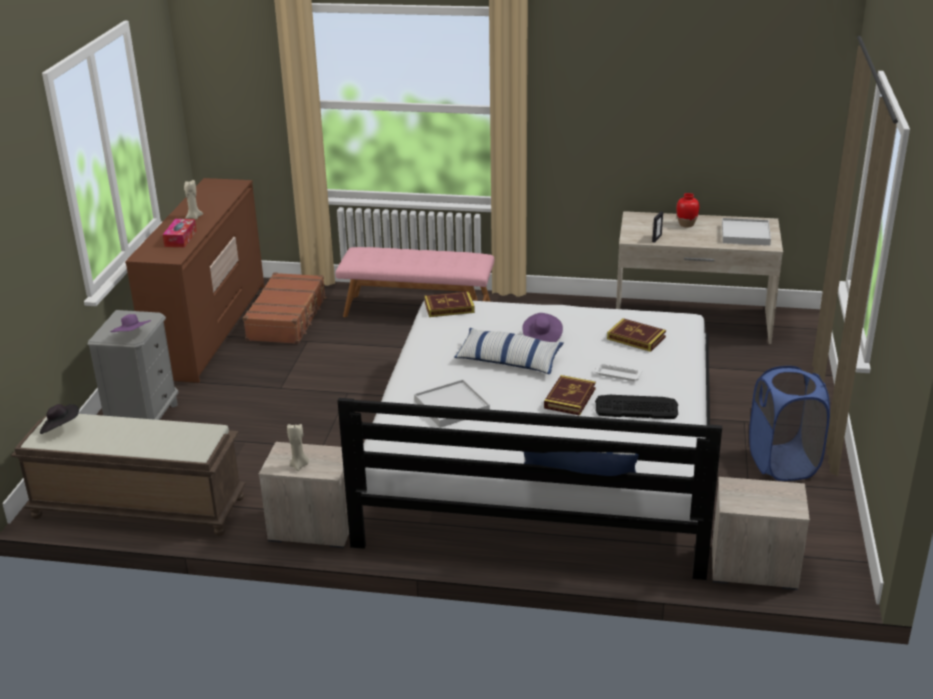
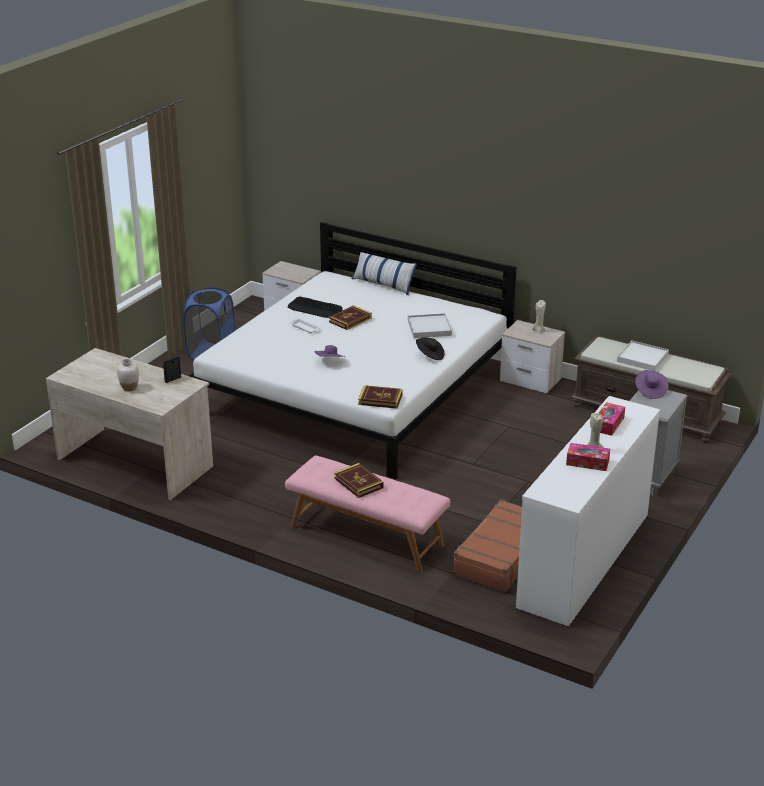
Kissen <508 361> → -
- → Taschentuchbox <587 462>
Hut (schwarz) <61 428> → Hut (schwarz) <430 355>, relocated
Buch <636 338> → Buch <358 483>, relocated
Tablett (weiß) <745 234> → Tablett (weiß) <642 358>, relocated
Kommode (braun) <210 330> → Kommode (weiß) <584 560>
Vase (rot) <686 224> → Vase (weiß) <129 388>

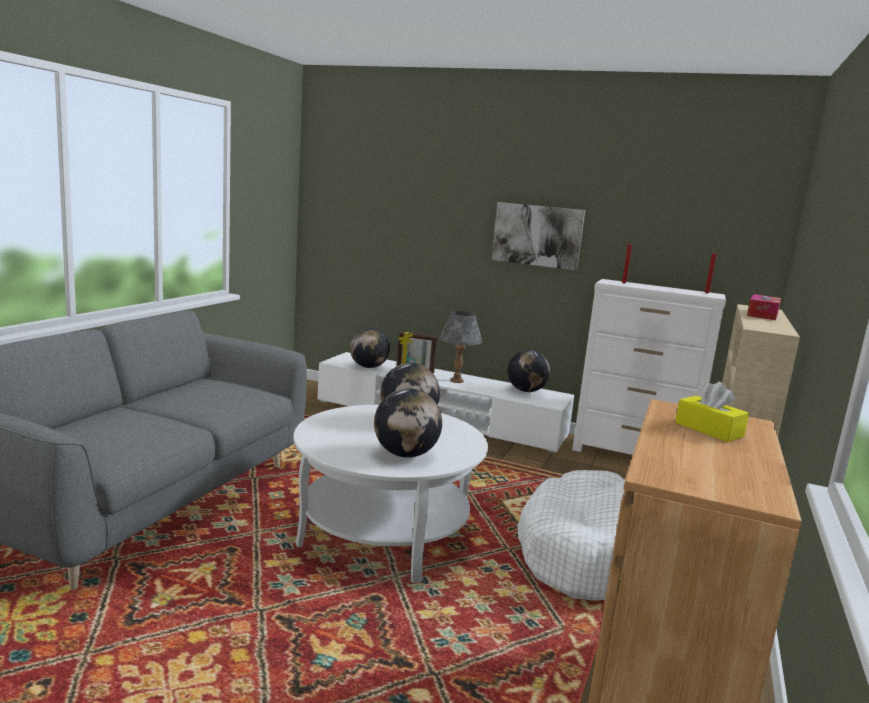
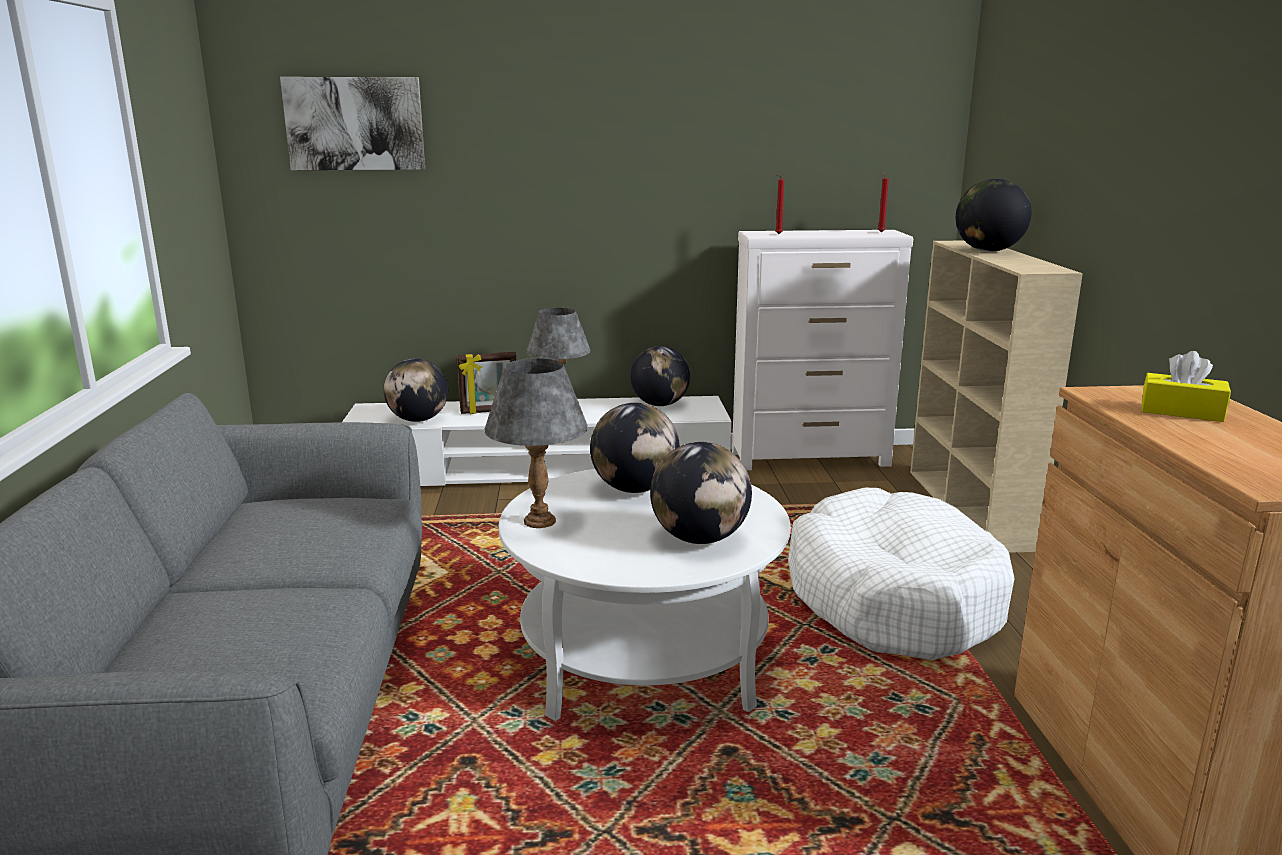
- → Tischlampe (grau) <539 521>
Bild <537 235> → Bild <355 124>, relocated
Taschentuchbox <762 315> → Globus <988 251>

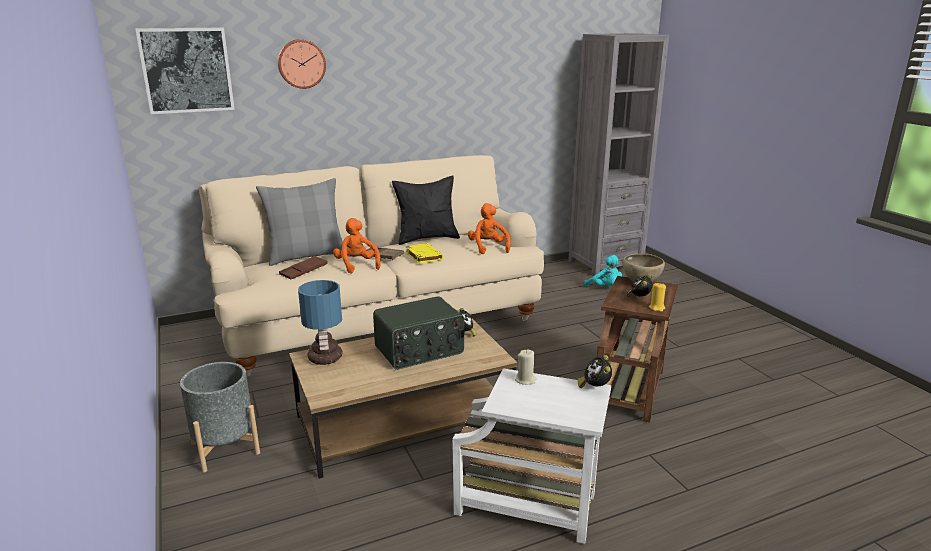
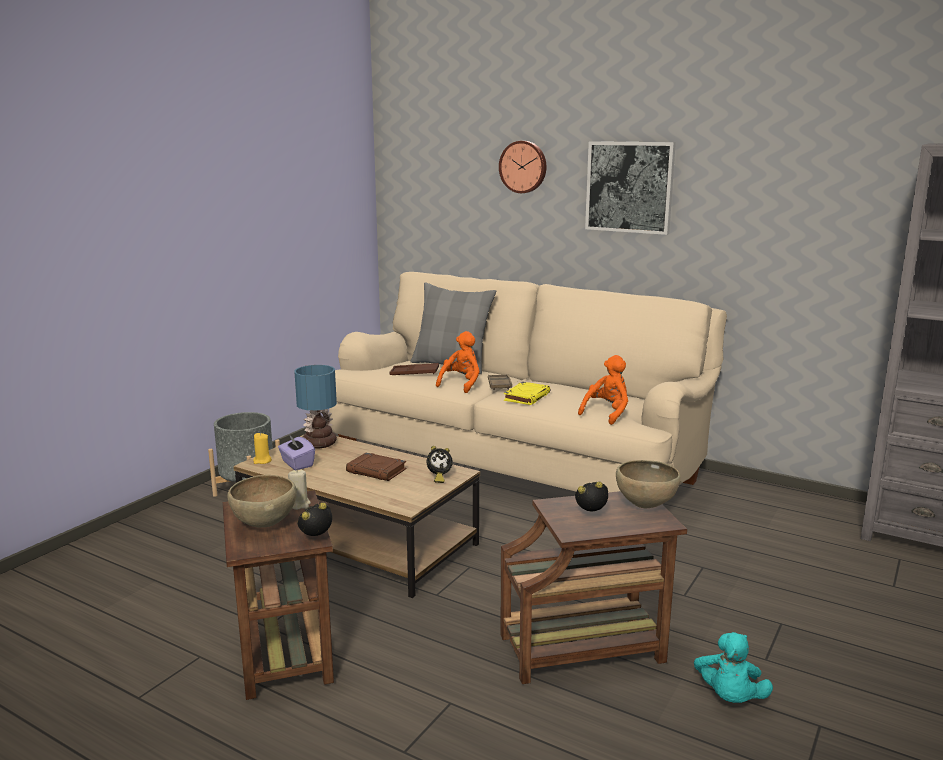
Kissen (schwarz) <427 238> → -
- → Schüssel (braun) <264 524>
- → Taschentuchbox (lila) <297 464>
Bild <187 70> → Bild <629 187>, relocated
Plüschtier (türkis) <605 288> → Plüschtier (türkis) <729 697>, relocated
Kerze (gelb) <657 308> → Kerze (gelb) <262 461>, relocated
Radio <420 351> → Buch (braun) <377 471>
Beistelltisch (weiß) <529 506> → Beistelltisch (braun) <283 650>

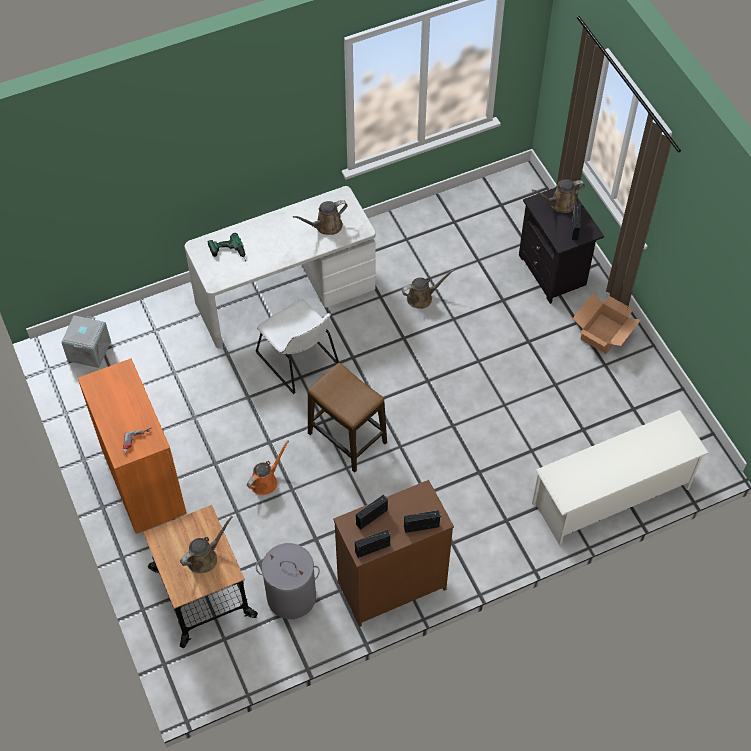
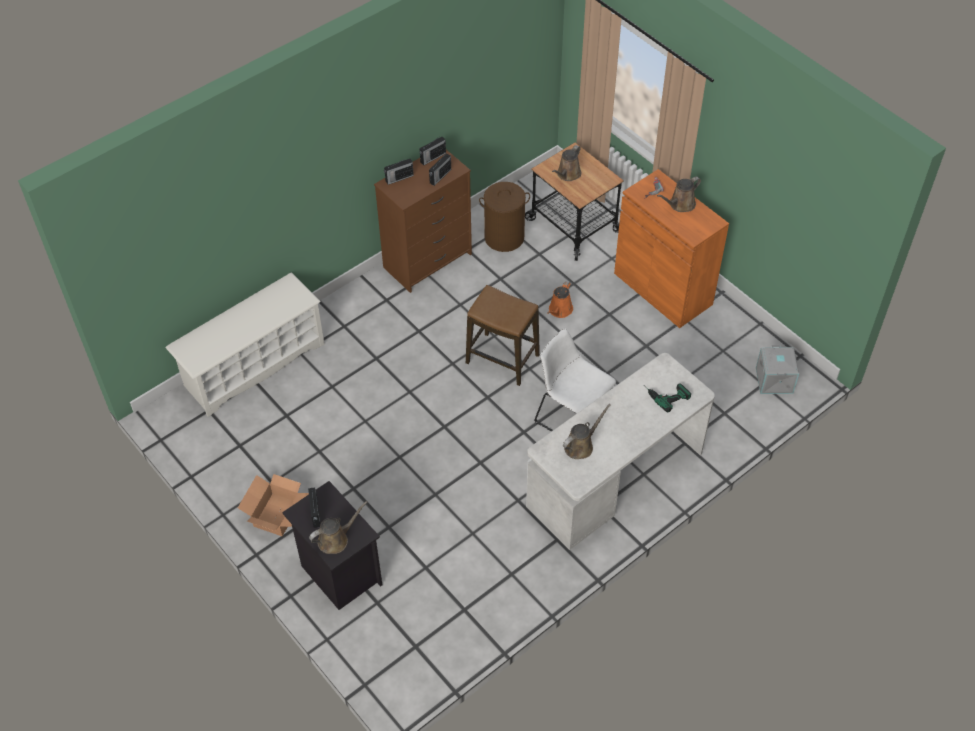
Gießkanne (braun) <422 297> → Gießkanne (braun) <680 205>, relocated
Wäschekorb (grau) <291 596> → Wäschekorb (braun) <504 237>

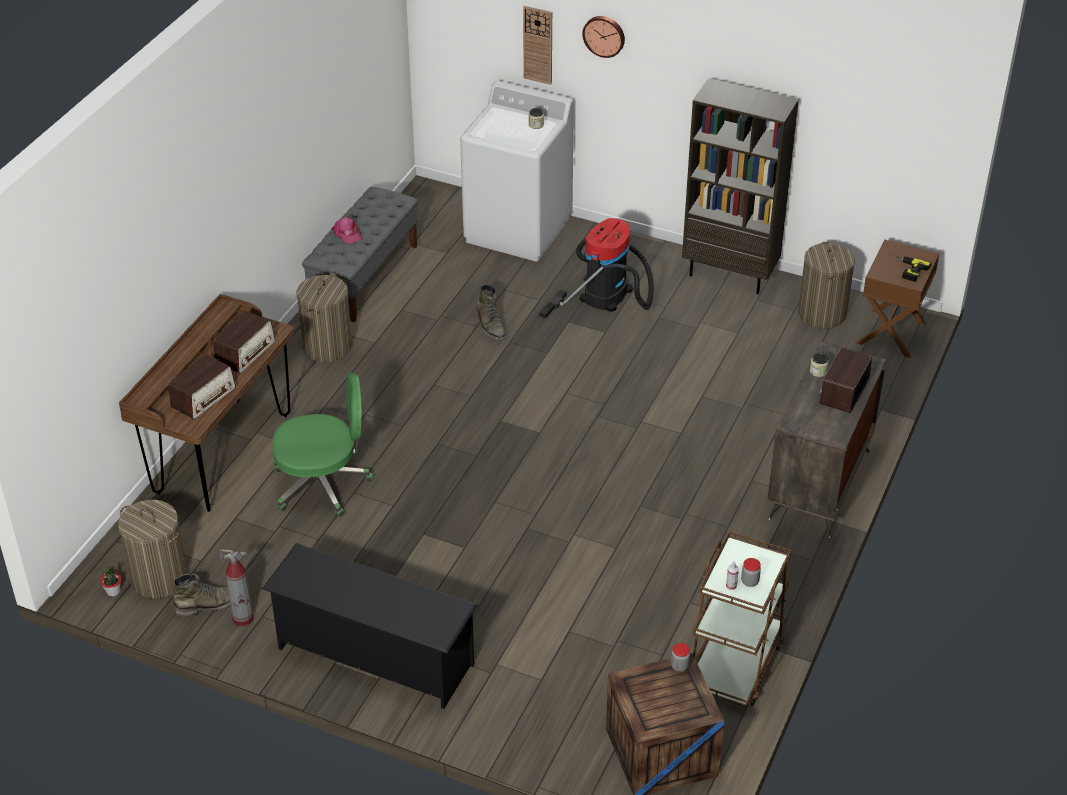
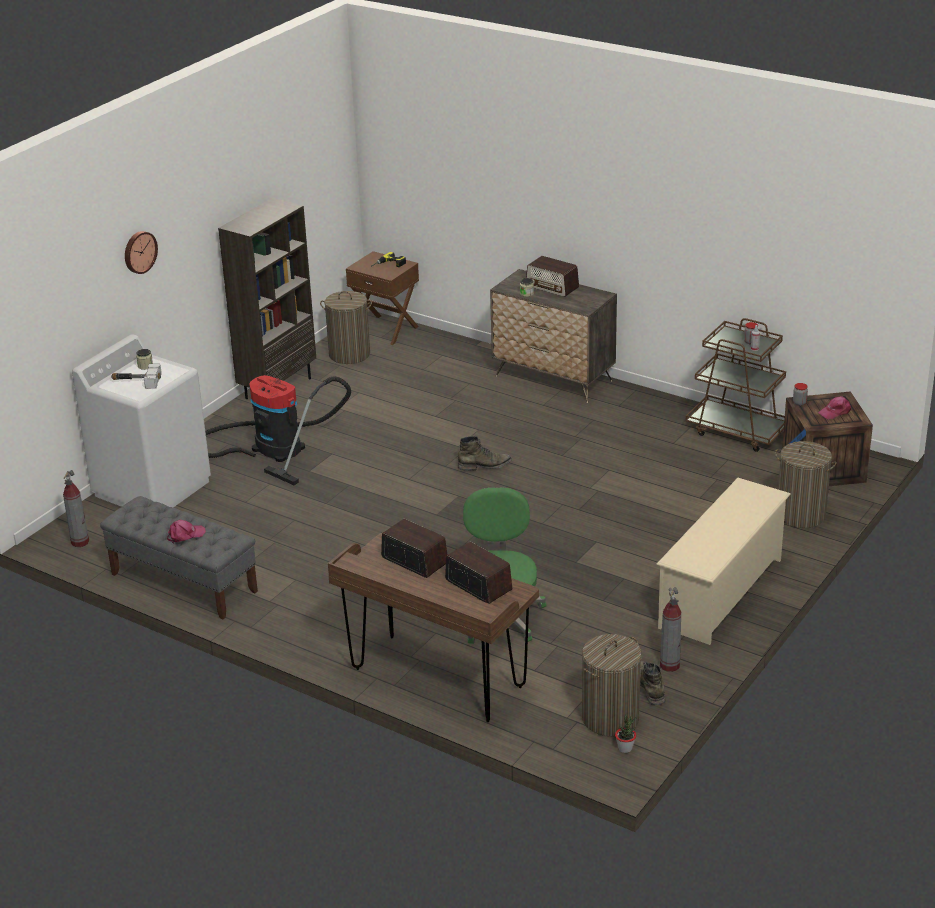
Wanduhr <538 45> → -
- → Feuerlöscher <80 542>
- → Hammer <136 381>
- → Kappe (rosa) <835 412>
Wäschekorb <327 347> → Wäschekorb <800 515>, relocated
Stiefel (grün) <490 325> → Stiefel (grün) <484 465>, relocated
Schuhregal (schwarz) <374 656> → Schuhregal (beige) <721 593>

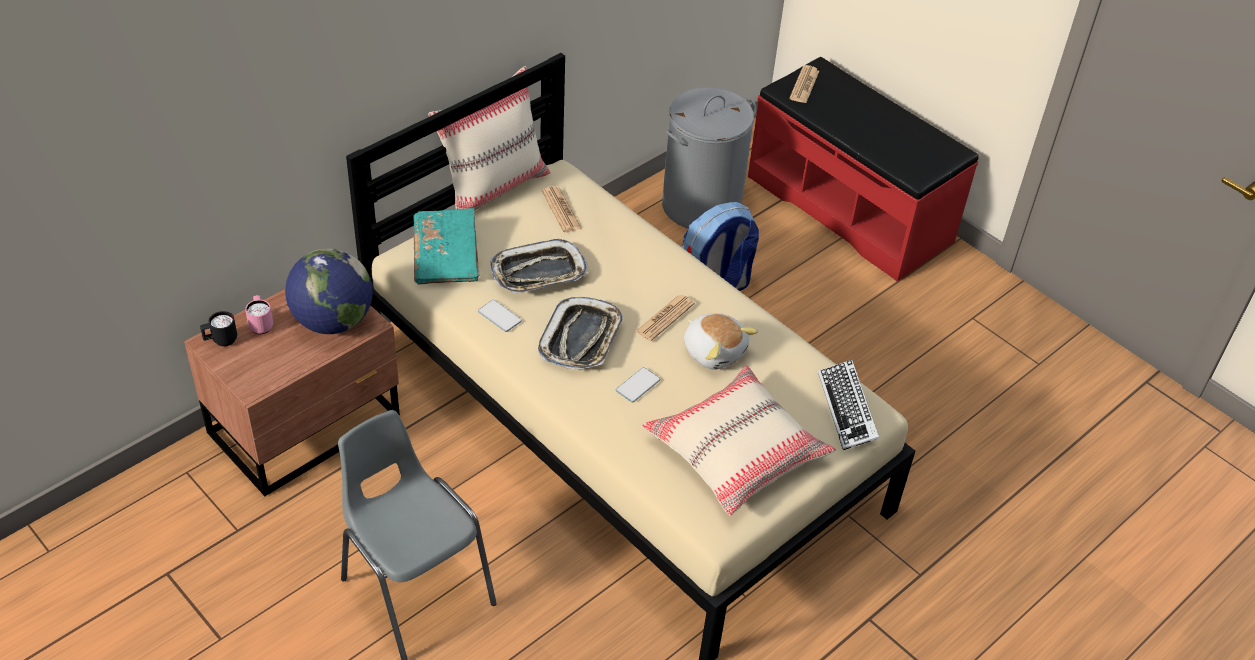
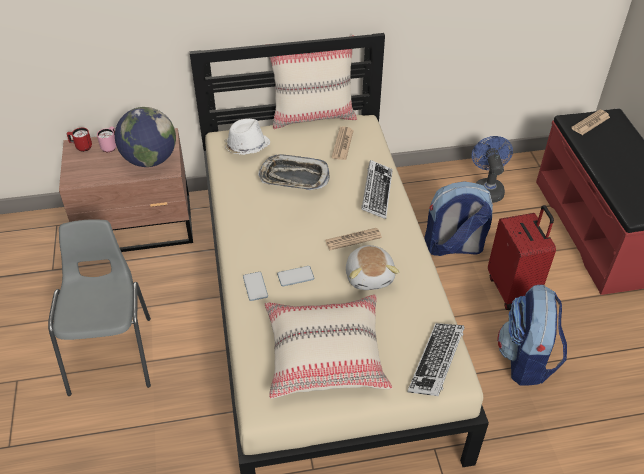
Tablett <581 339> → -
- → Tastatur <376 193>
- → Koffer (rot) <513 289>
- → Rucksack <526 360>
Handy <499 316> → Handy <255 287>, relocated
Buch (türkis) <446 257> → Hut (weiß) <246 147>
Wäschekorb (grau) <700 206> → Ventilator (blau) <487 189>
Henkelbecher (schwarz) <221 341> → Henkelbecher (rot) <81 147>

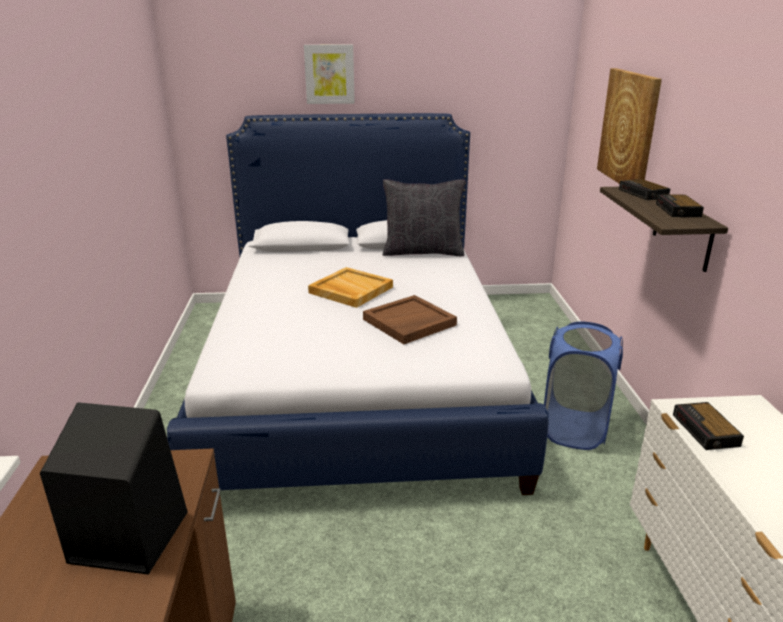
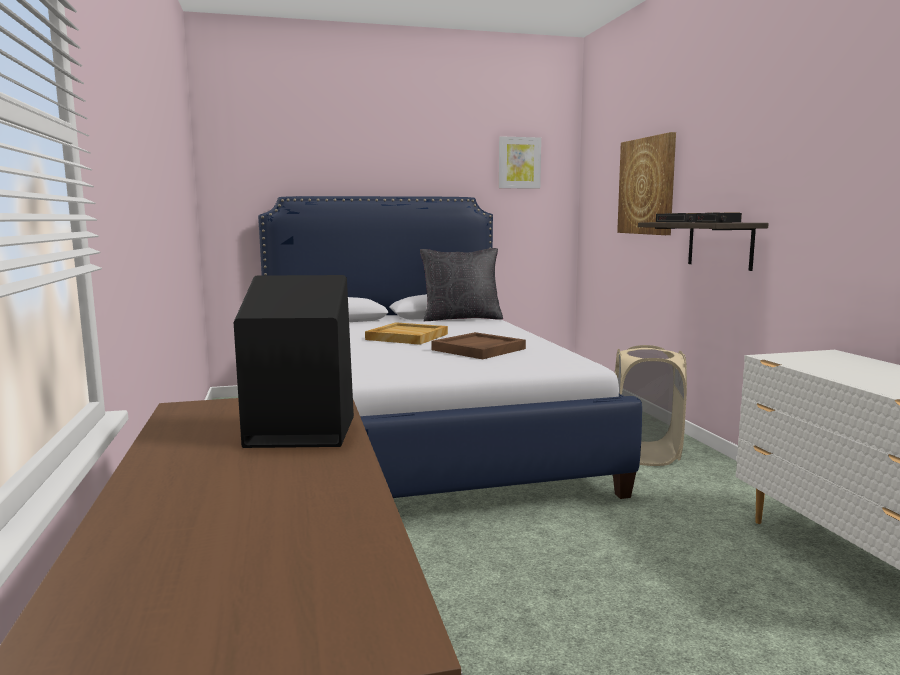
Wecker <706 431> → -
Bild <329 74> → Bild <519 163>, relocated
Wäschekorb (blau) <574 429> → Wäschekorb (beige) <645 454>

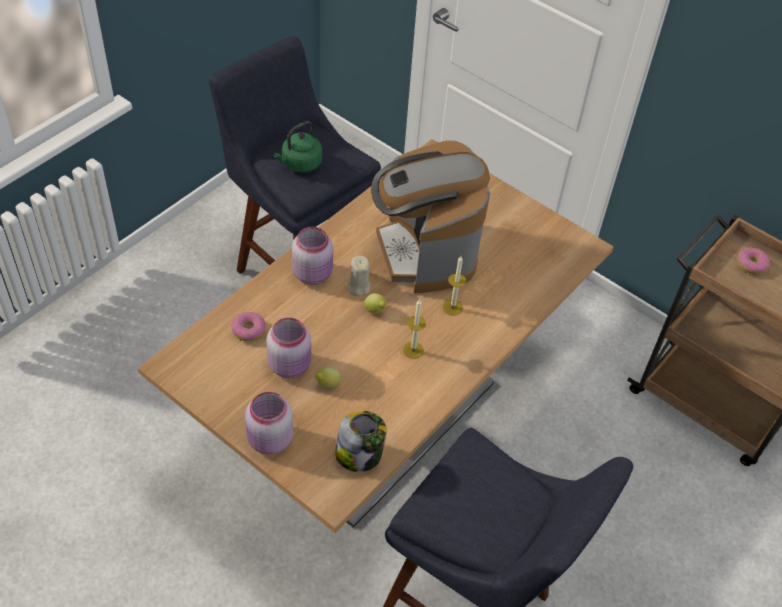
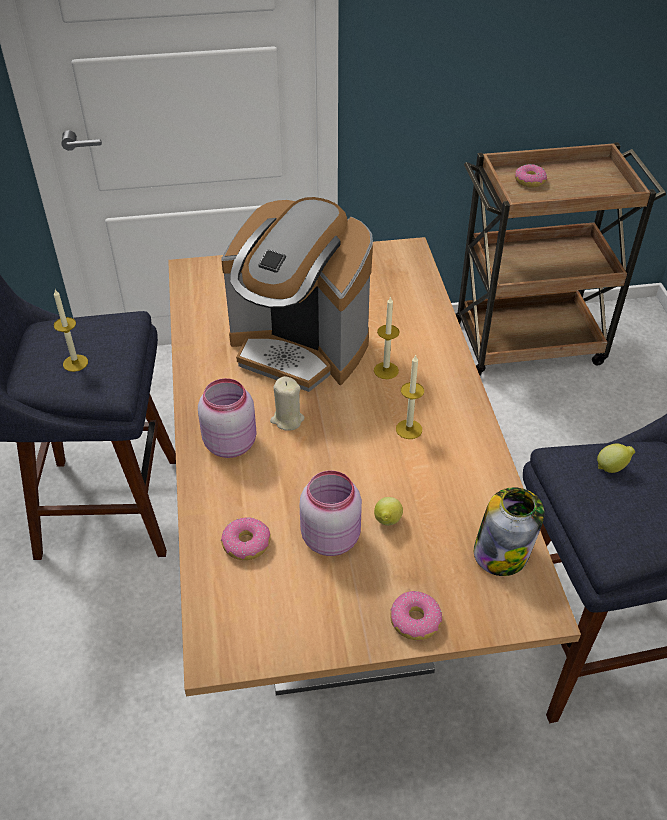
Zitrone <375 311> → Zitrone <612 467>, relocated
Vorratsglas (rosa) <269 441> → Donut <415 621>
Wasserkessel (grün) <300 164> → Kerze <75 363>

